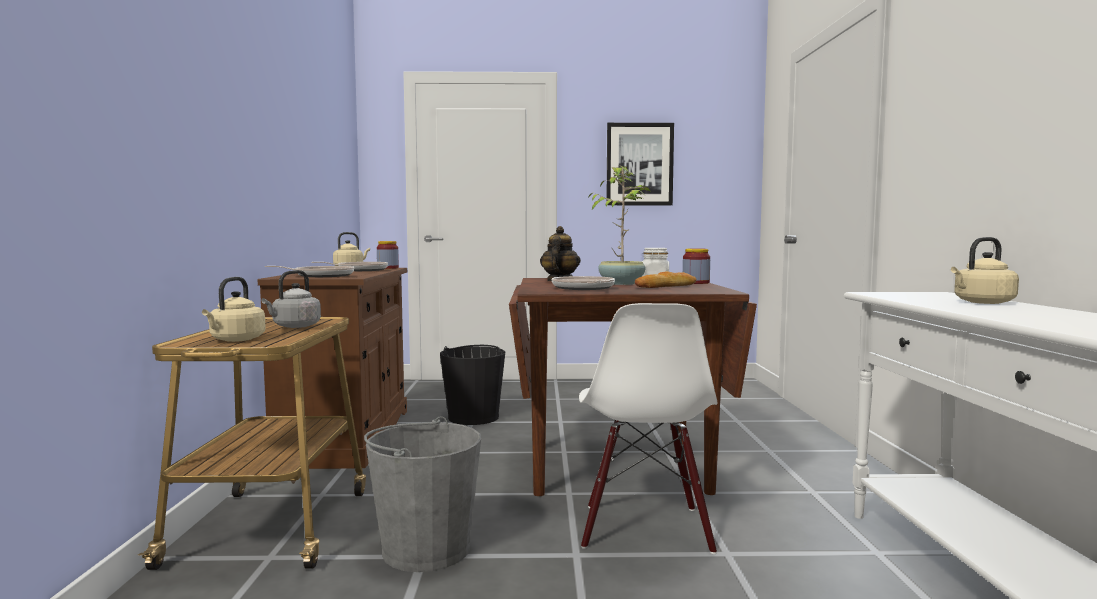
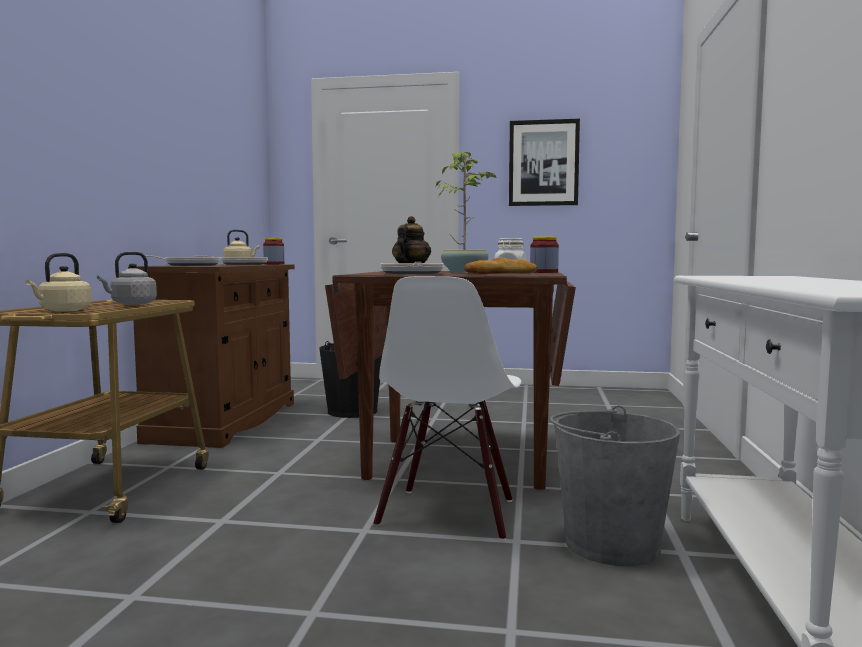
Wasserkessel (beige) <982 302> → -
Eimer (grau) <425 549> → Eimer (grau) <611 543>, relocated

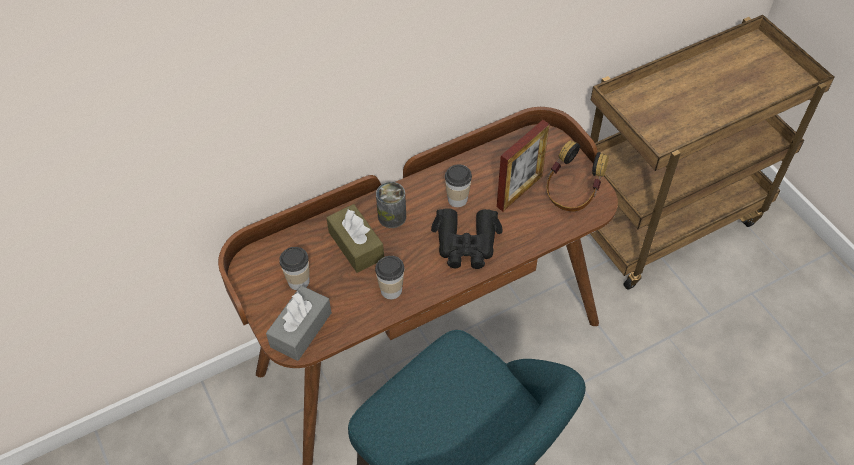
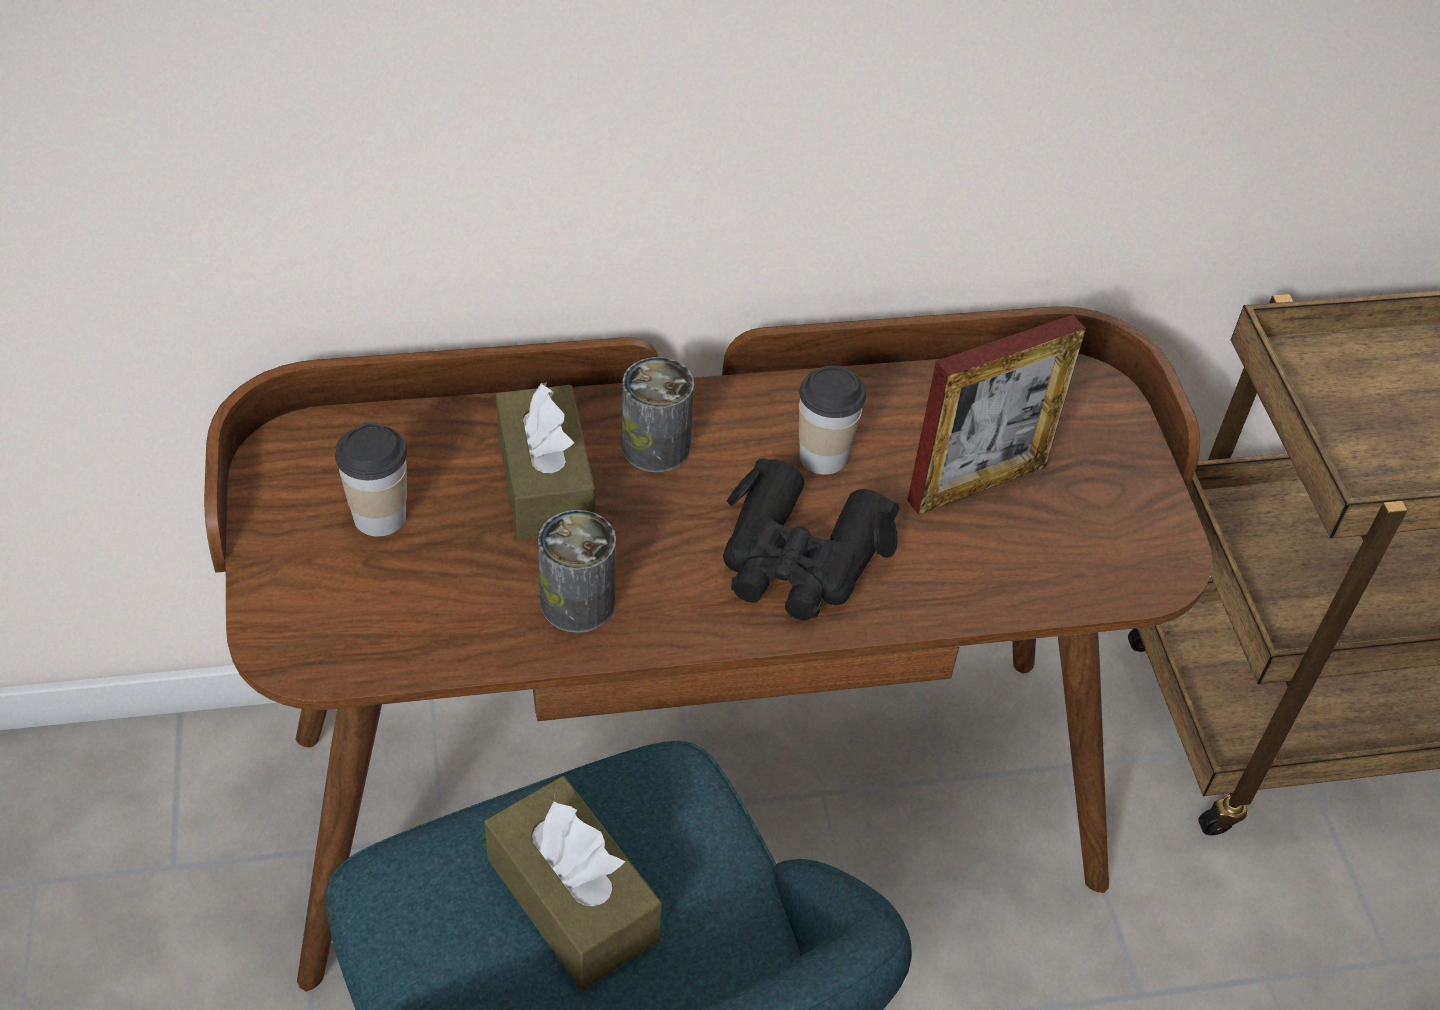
Taschentuchbox (grau) <301 329> → -
Kopfhörer <572 193> → -
- → Taschentuchbox (braun) <572 899>
Tasse <391 290> → Dose <577 603>

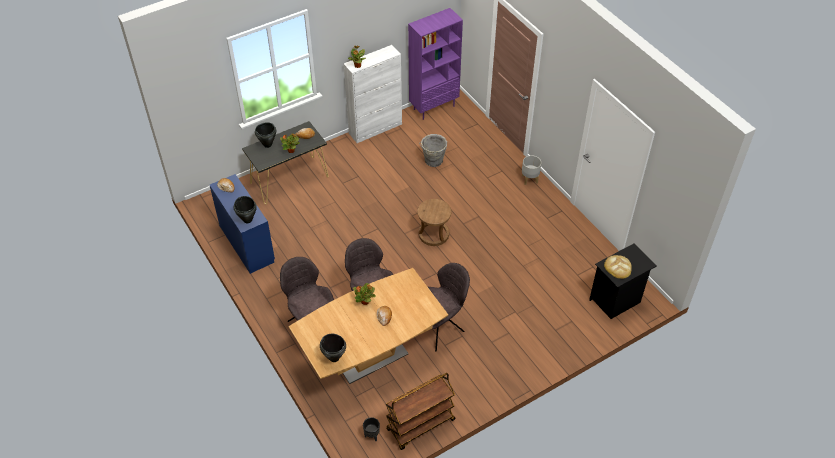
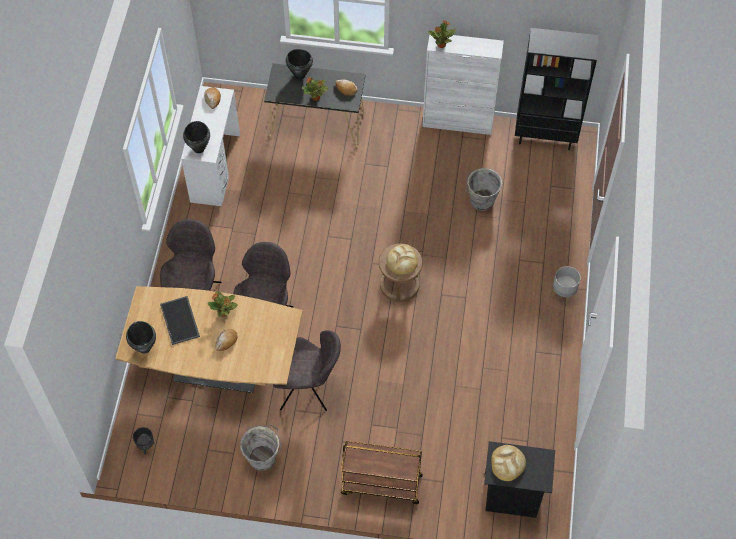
- → Tablett <180 320>
- → Eimer (grau) <263 457>
- → Brot <402 261>
Rollwagen (braun) <420 425> → Rollwagen (braun) <381 485>, relocated
Schreibtisch (blau) <246 243> → Schreibtisch (weiß) <215 168>
Bücherregal (lila) <434 107> → Bücherregal (schwarz) <545 136>

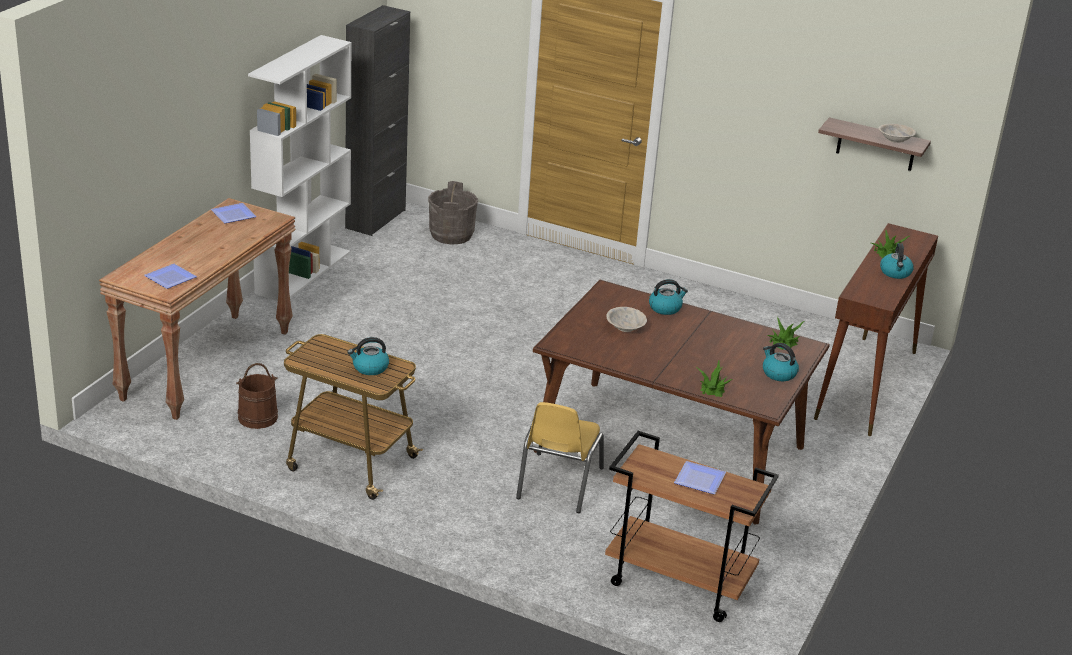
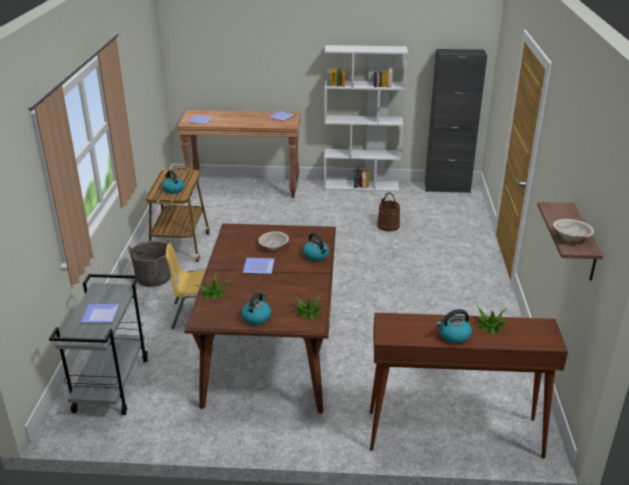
- → Teller <257 268>
Eimer (braun) <258 417> → Eimer (braun) <388 225>, relocated
Eimer (grau) <451 235> → Eimer (grau) <154 277>, relocated
Rollwagen (braun) <677 583> → Rollwagen (grau) <111 384>

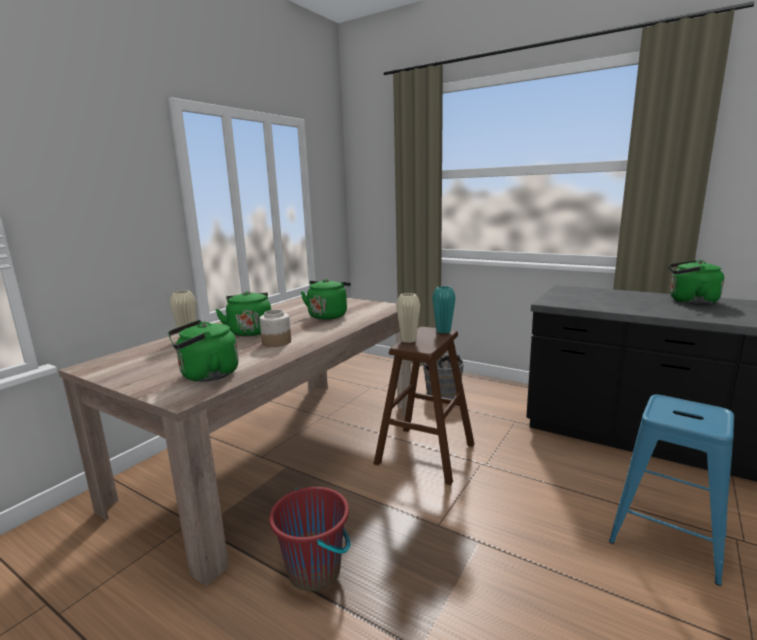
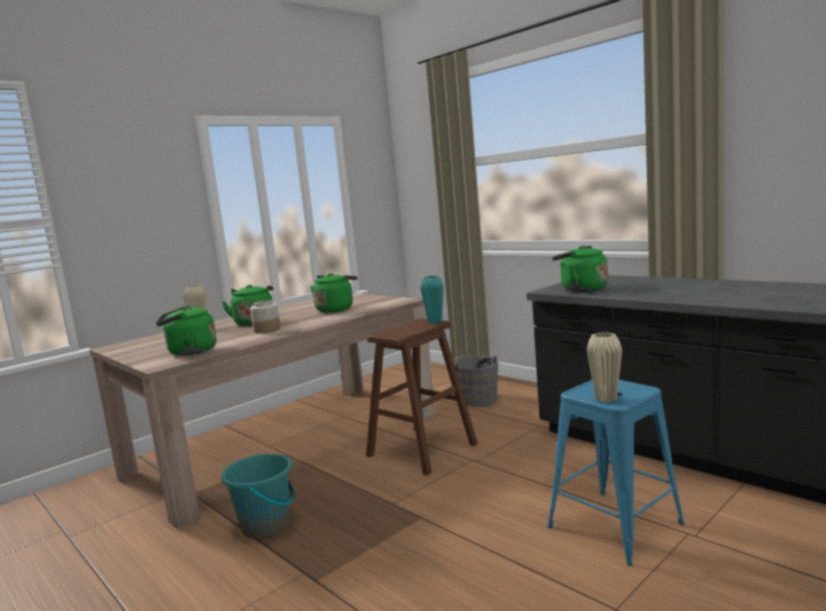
Vase (beige) <408 340> → Vase (beige) <606 398>, relocated
Wasserkessel (grün) <689 301> → Wasserkessel (grün) <581 289>, relocated
Eimer (rot) <315 570> → Eimer (türkis) <266 526>

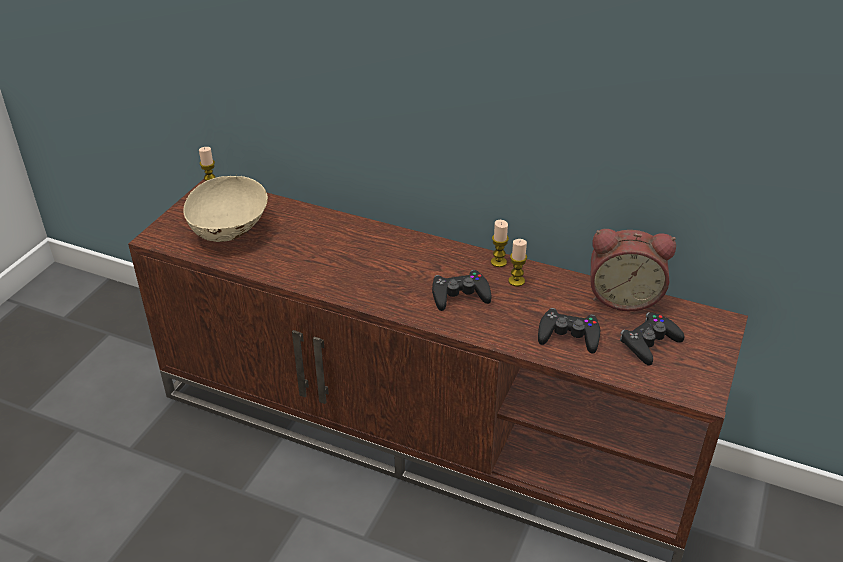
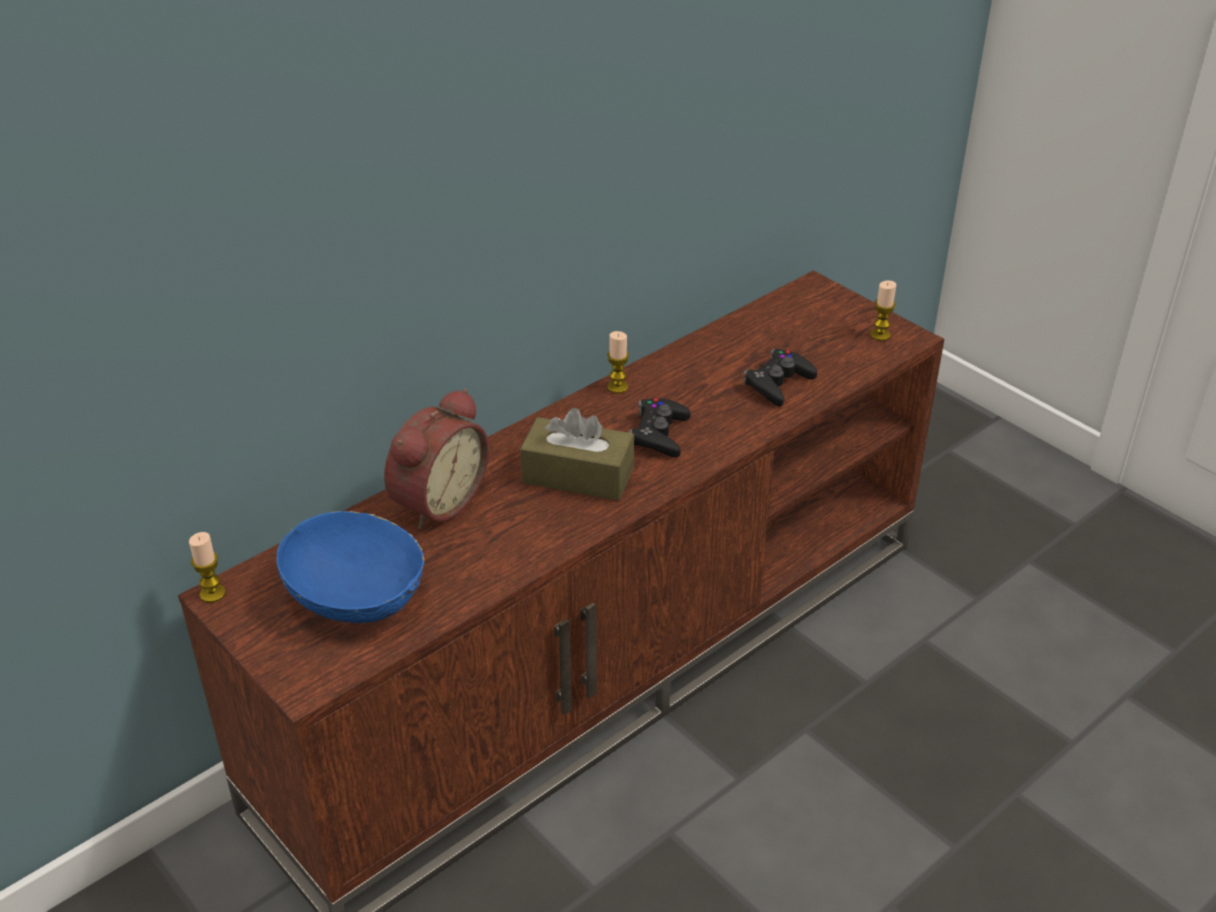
Gamepad (schwarz) <649 343> → -
- → Taschentuchbox (braun) <578 475>
Kerze <516 281> → Kerze <880 335>, relocated
Wecker <623 297> → Wecker <436 501>, relocated
Schüssel (beige) <230 230> → Schüssel (blau) <358 598>

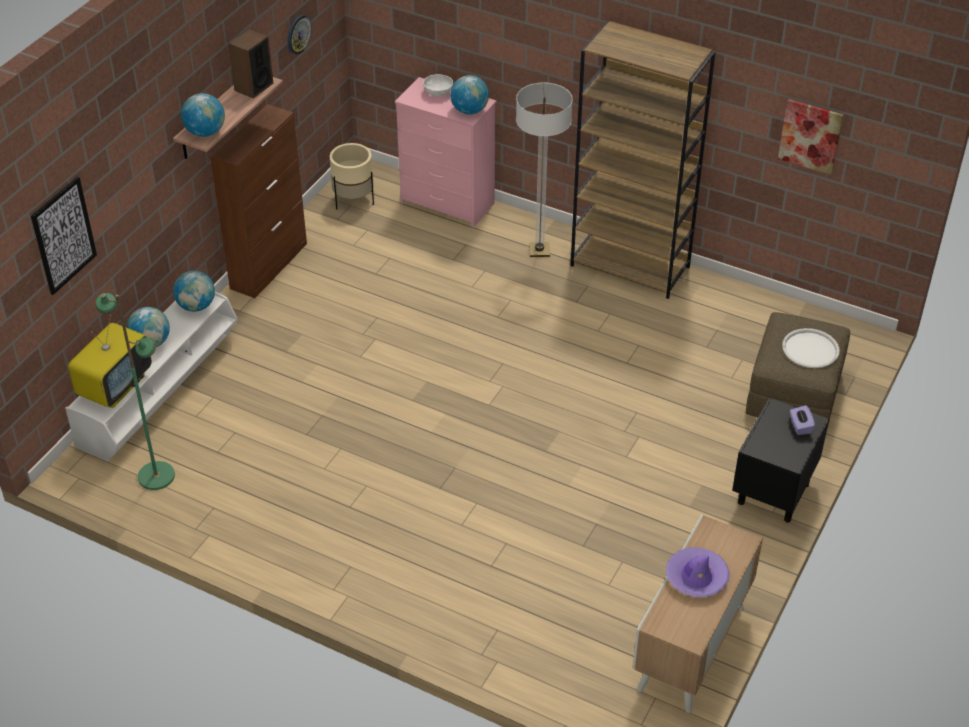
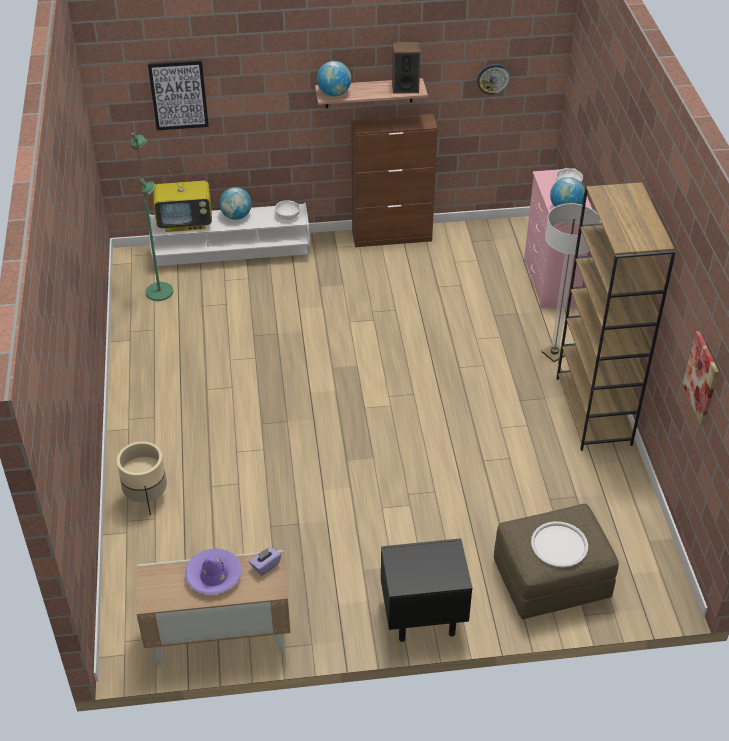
Pflanzkübel (beige) <353 200> → Pflanzkübel (beige) <146 497>, relocated
Taschentuchbox (lila) <800 426> → Taschentuchbox (lila) <265 566>, relocated
Globus <196 306> → Schüssel (weiß) <287 216>

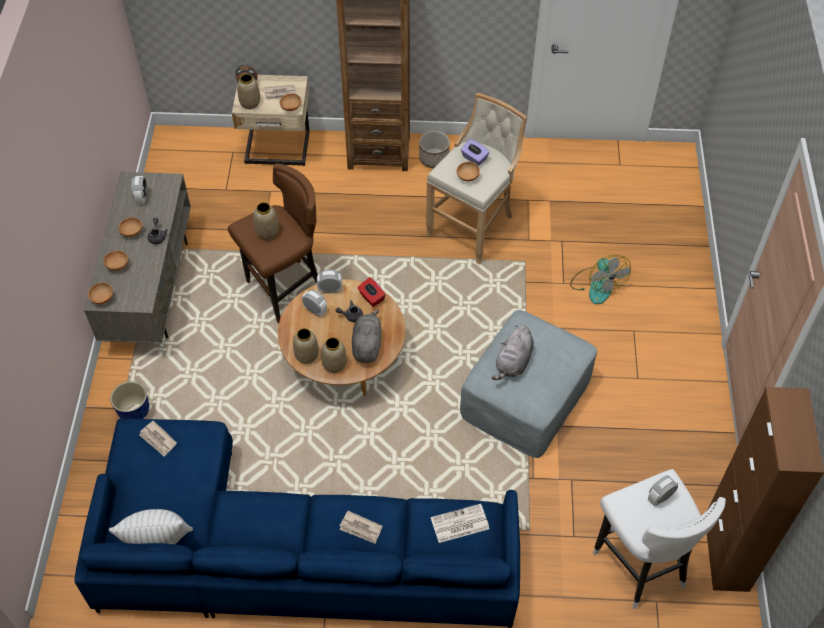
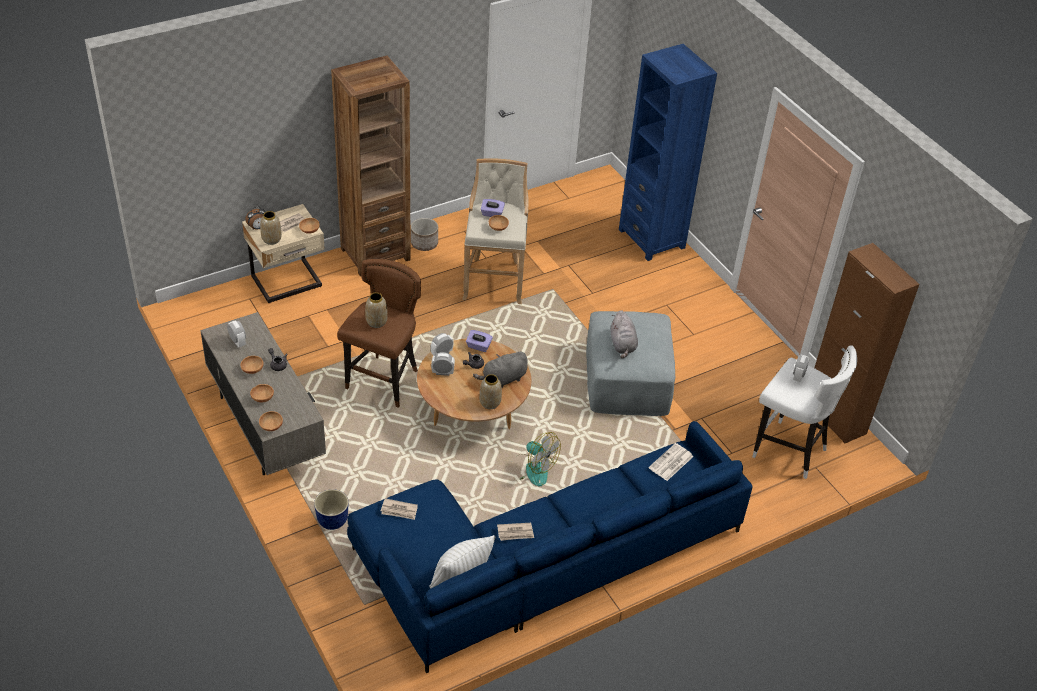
Vase <307 355> → -
- → Bücherregal (blau) <652 238>
Zeitung <361 528> → Zeitung <515 533>, relocated
Ventilator <597 285> → Ventilator <531 470>, relocated
Taschentuchbox (rot) <371 297> → Taschentuchbox (lila) <478 346>
Plüschtier (grau) <367 345> → Plüschtier (grau) <503 379>, 90 degrees counterclockwise

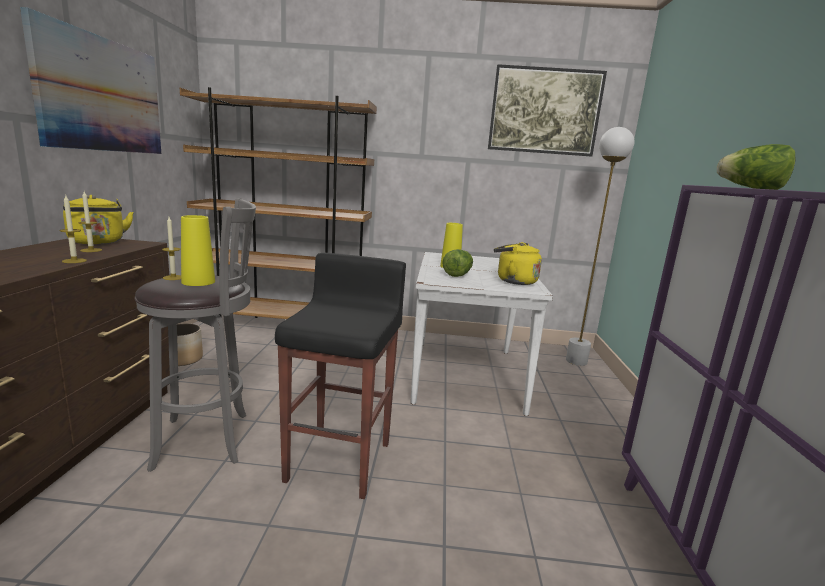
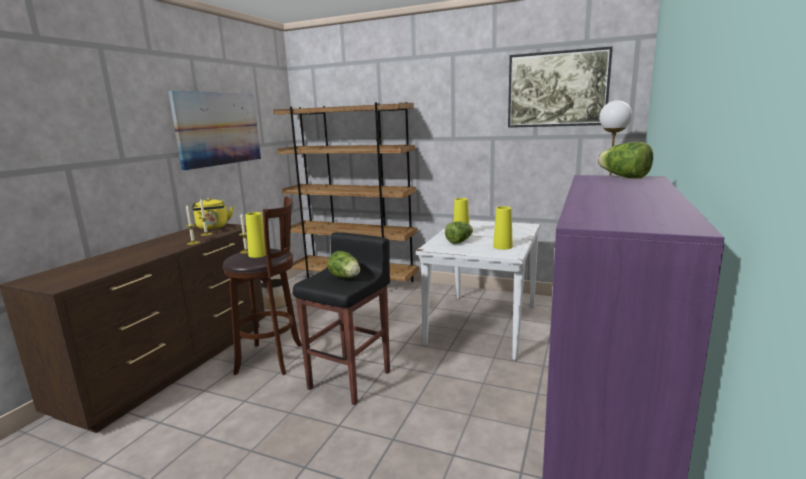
- → Salatkopf <346 277>
Wasserkessel (gelb) <513 281> → Vase (gelb) <502 246>
Hocker (grau) <208 439> → Hocker (braun) <273 359>

